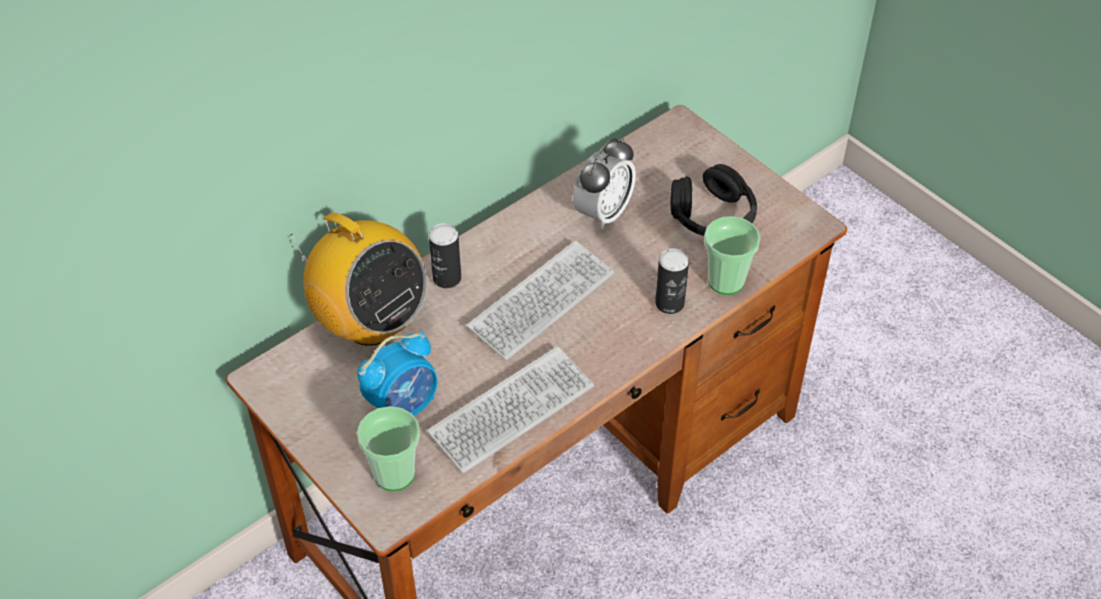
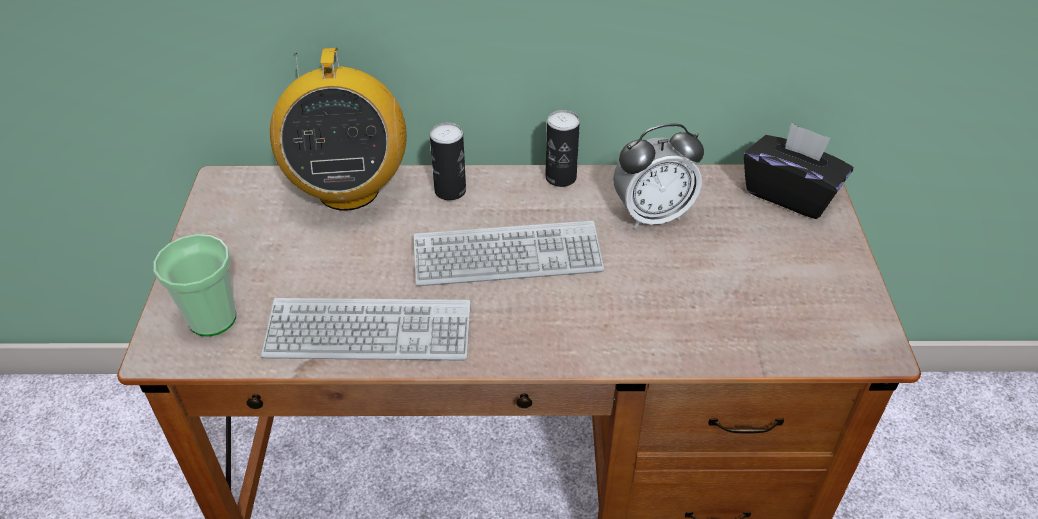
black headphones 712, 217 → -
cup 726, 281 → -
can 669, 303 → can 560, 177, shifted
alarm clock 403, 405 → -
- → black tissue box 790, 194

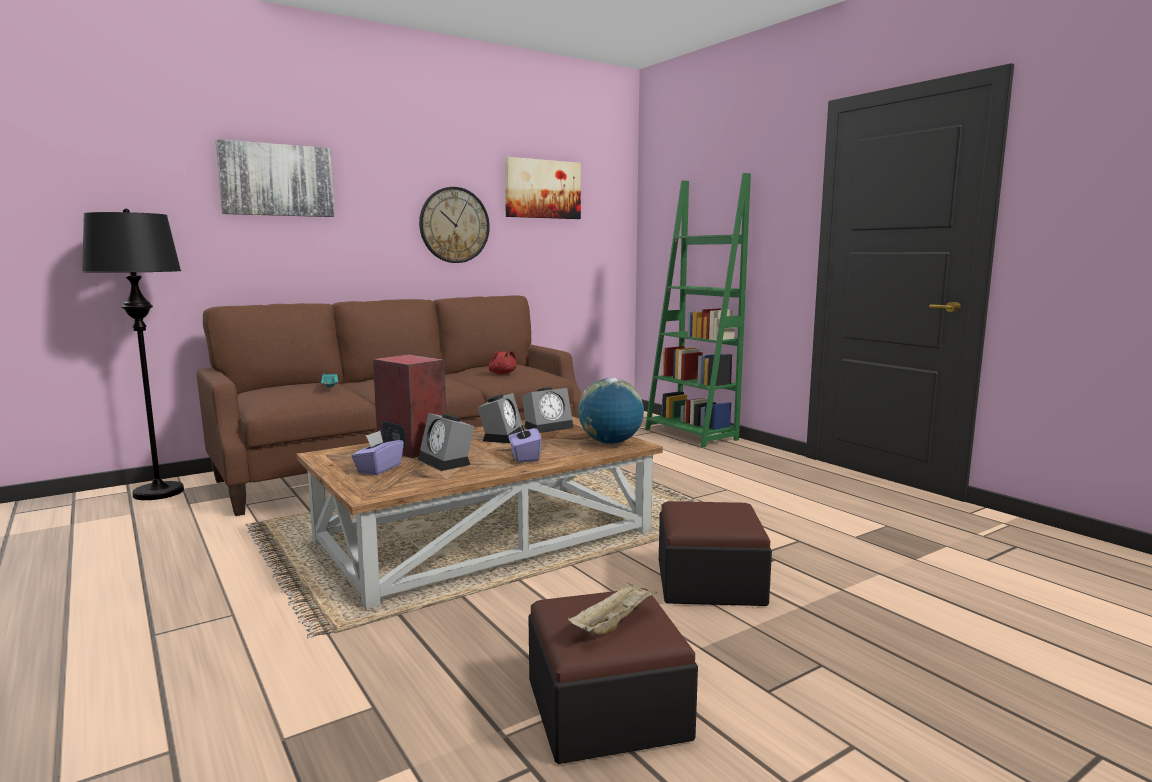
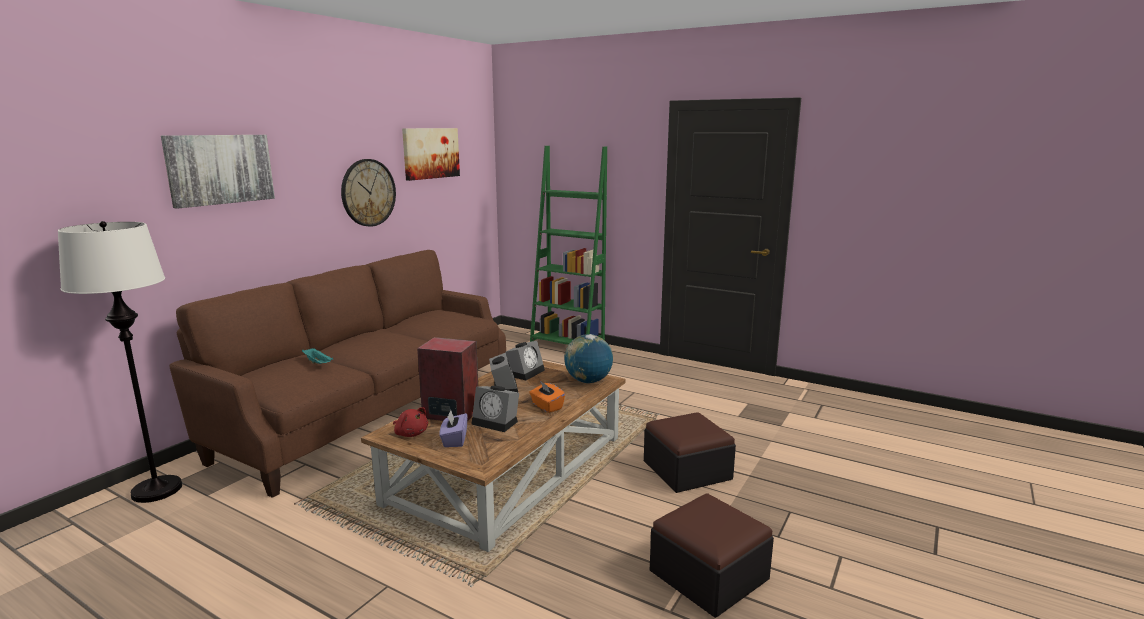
black floor lamp 159, 492 → white floor lamp 157, 490
red plush toy 502, 373 → red plush toy 411, 433, shifted
purple tissue box 524, 457 → orange tissue box 547, 407
beige tray 613, 623 → -

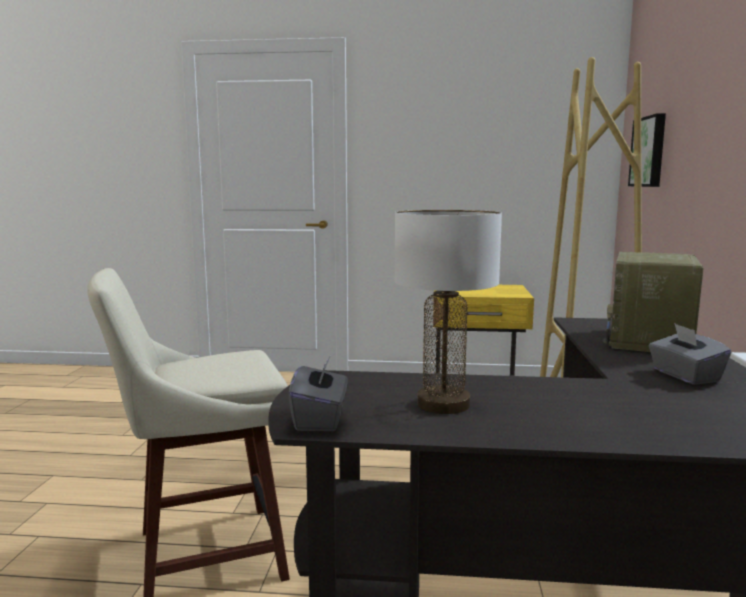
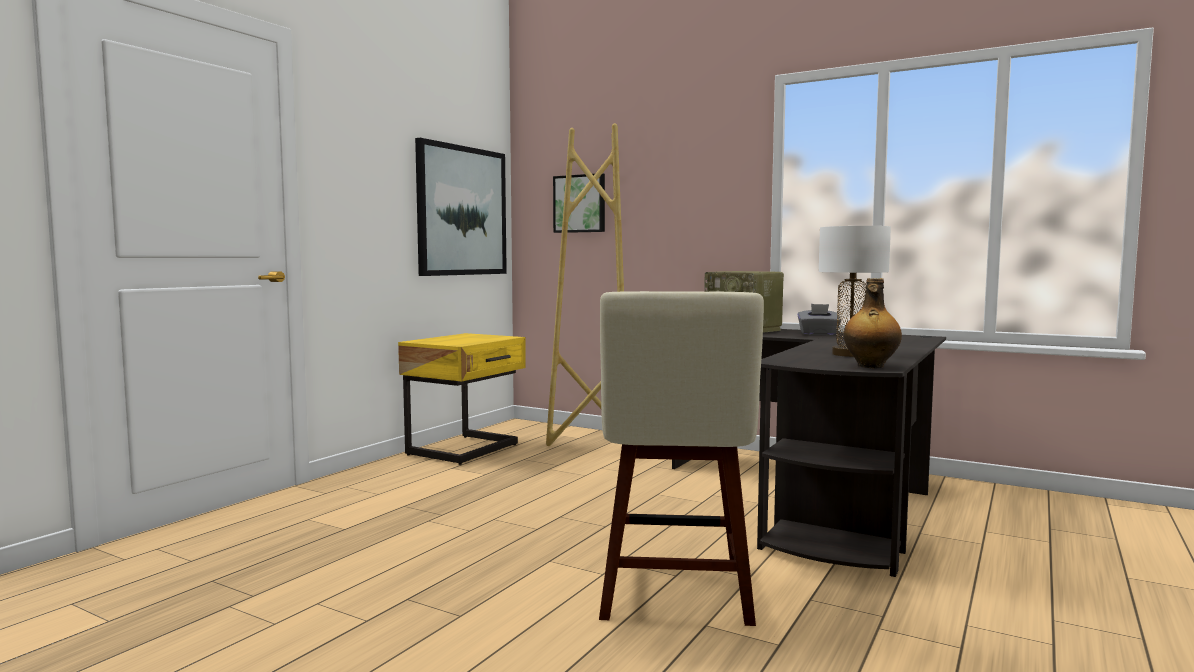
grey tissue box 320, 419 → bottle 870, 366
- → picture 462, 211

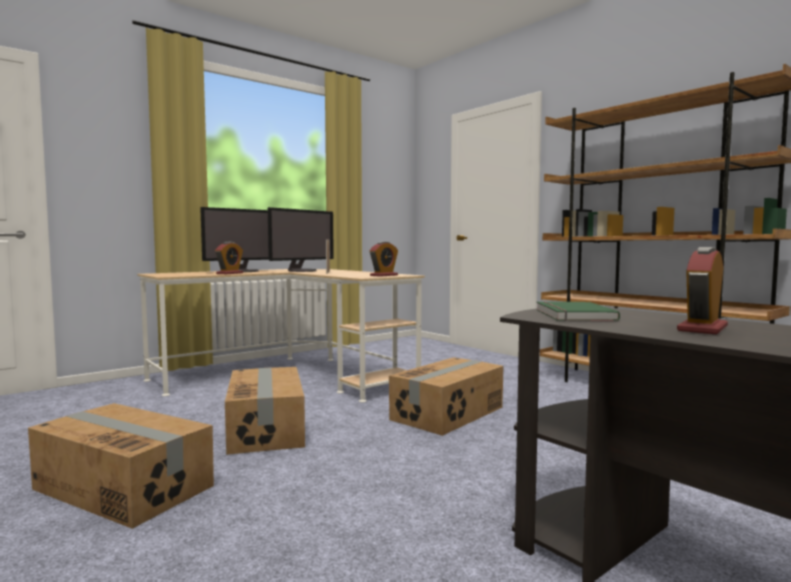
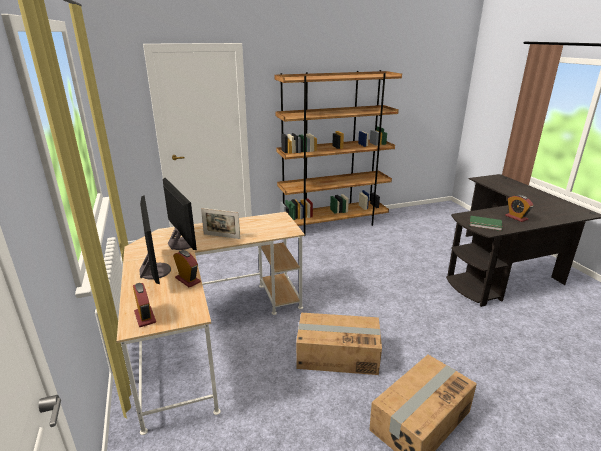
alarm clock 384, 275 → alarm clock 145, 317, shifted
cardboard box 448, 413 → -

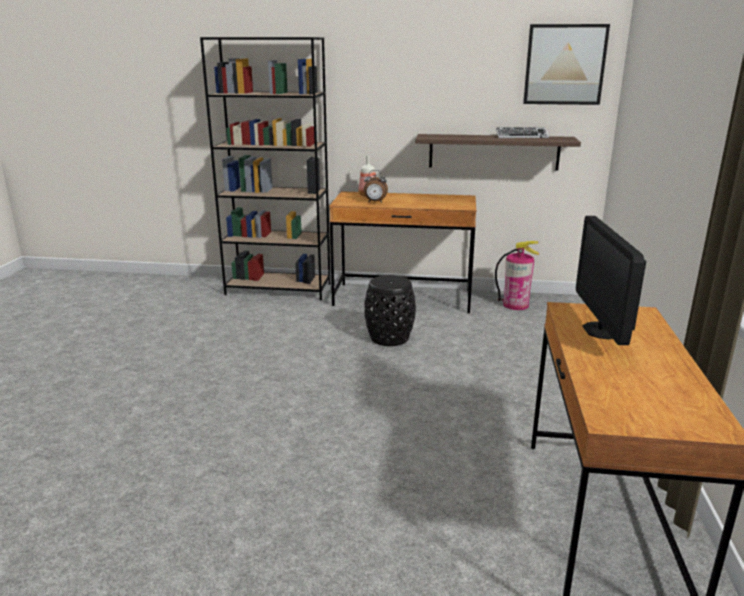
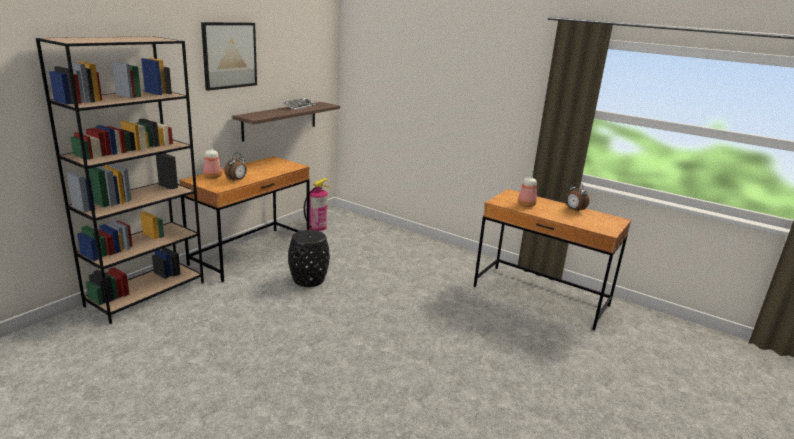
picture 565, 65 → picture 229, 55, shifted
monitor 601, 330 → bottle 526, 205
- → alarm clock 574, 210

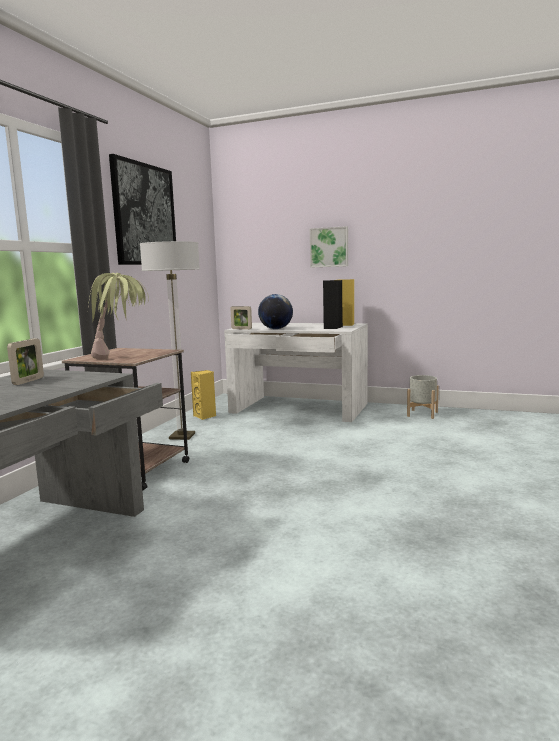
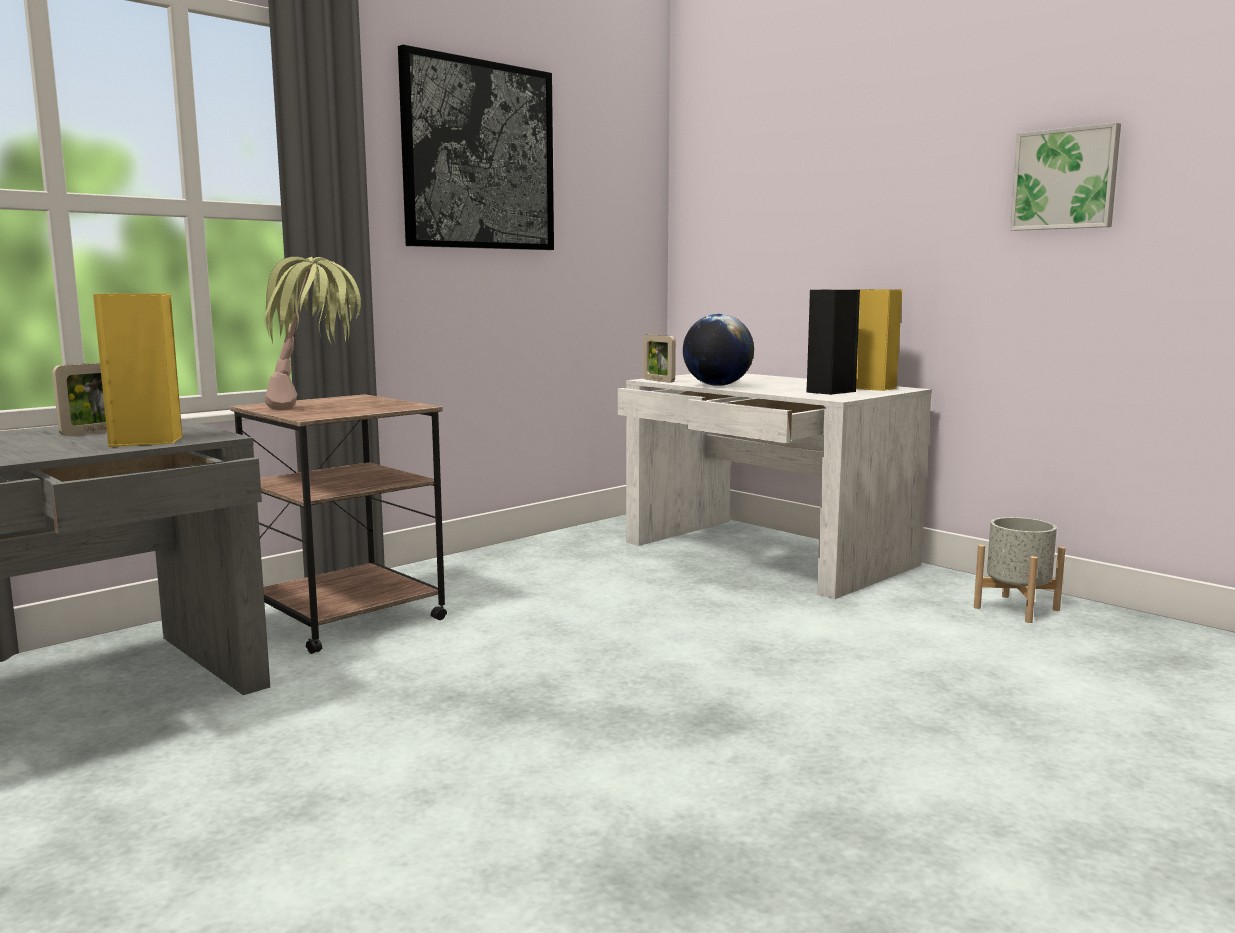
picture 329, 247 → picture 1065, 179, shifted
floor lamp 182, 436 → -
yellow speaker 205, 416 → yellow speaker 147, 441, shifted

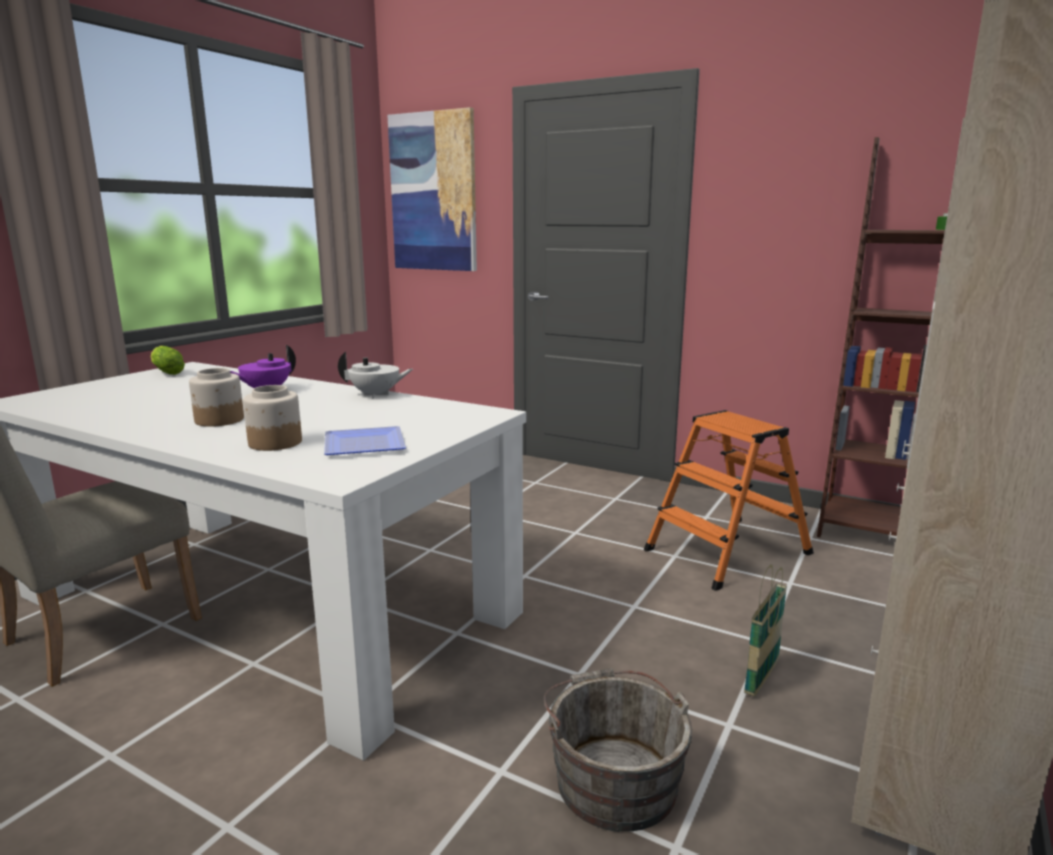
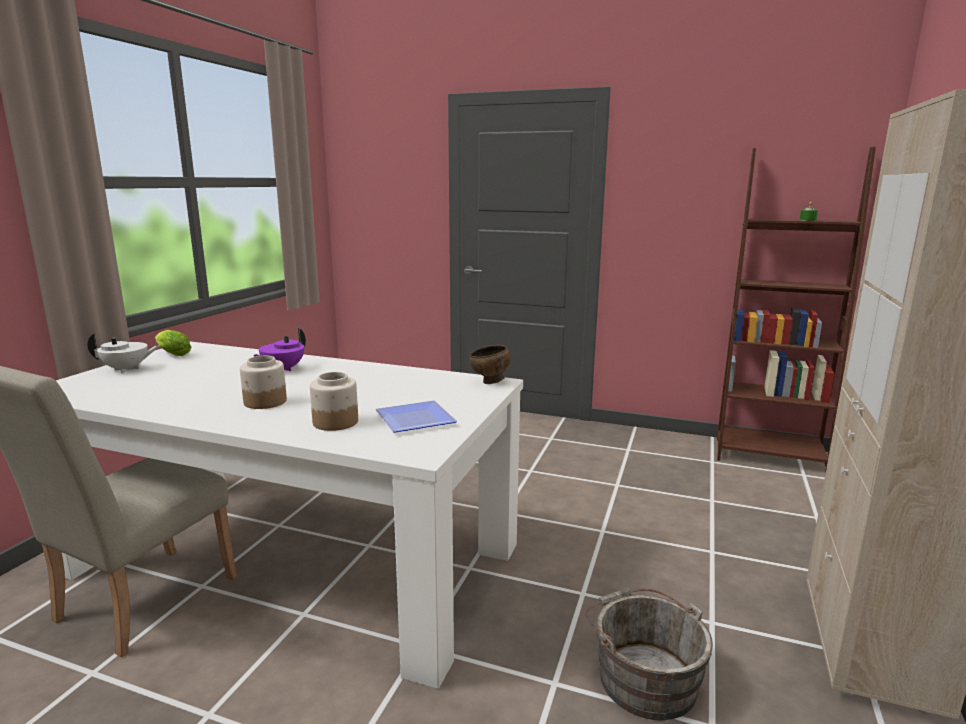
picture 434, 192 → -
white teapot 376, 395 → white teapot 127, 369, shifted
orange step ladder 728, 551 → -
basket 761, 678 → -
- → brown bowl 490, 382

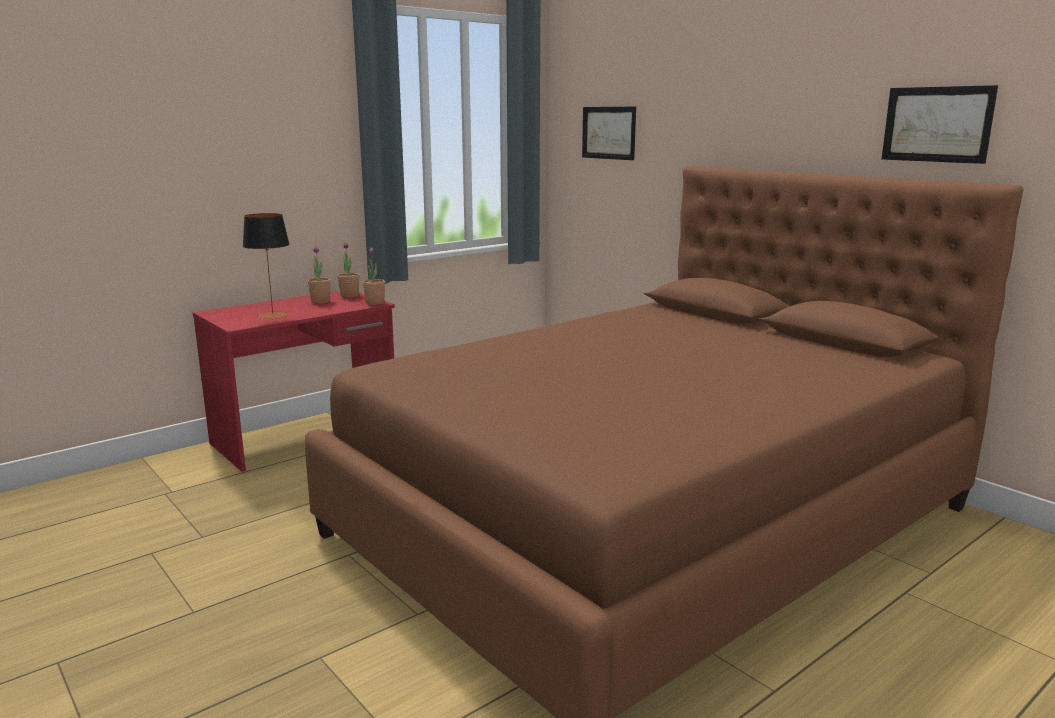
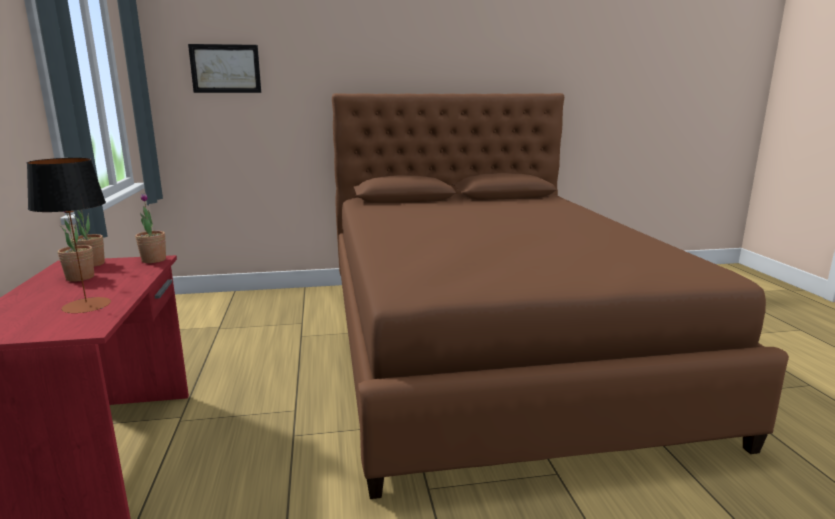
picture 937, 124 → -

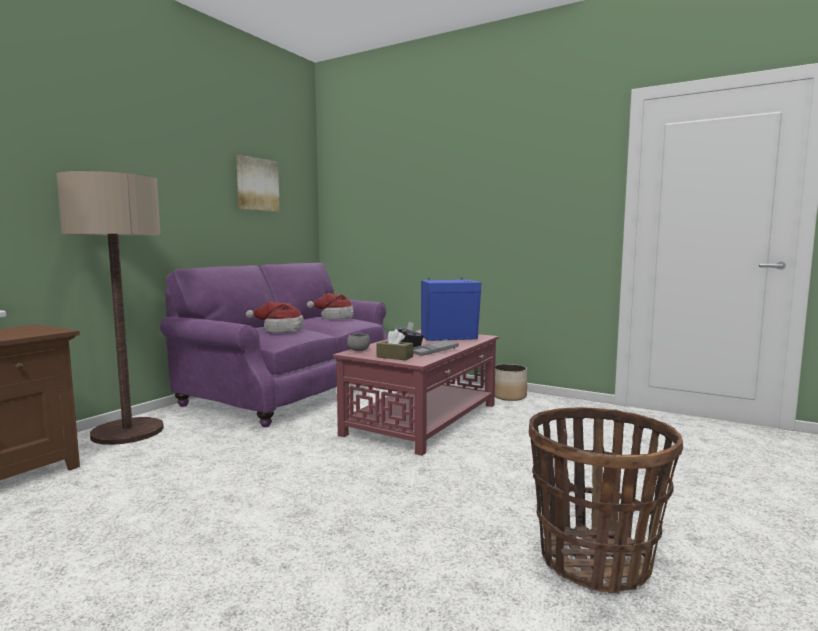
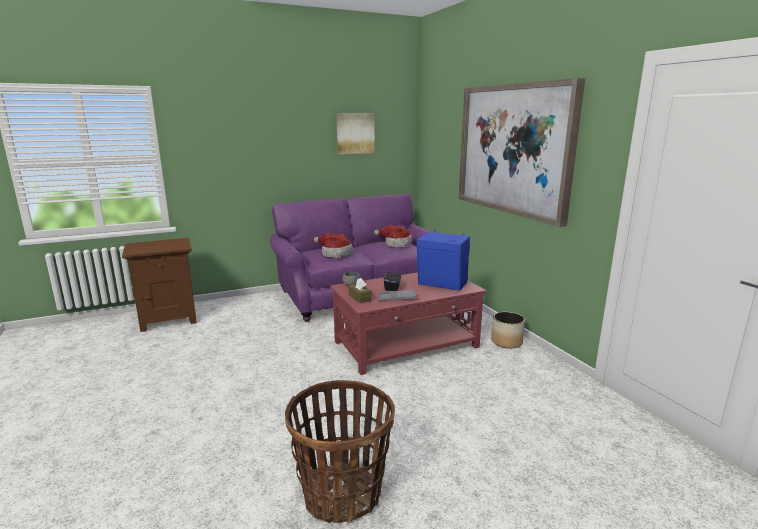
floor lamp 128, 432 → -
- → picture 513, 149

